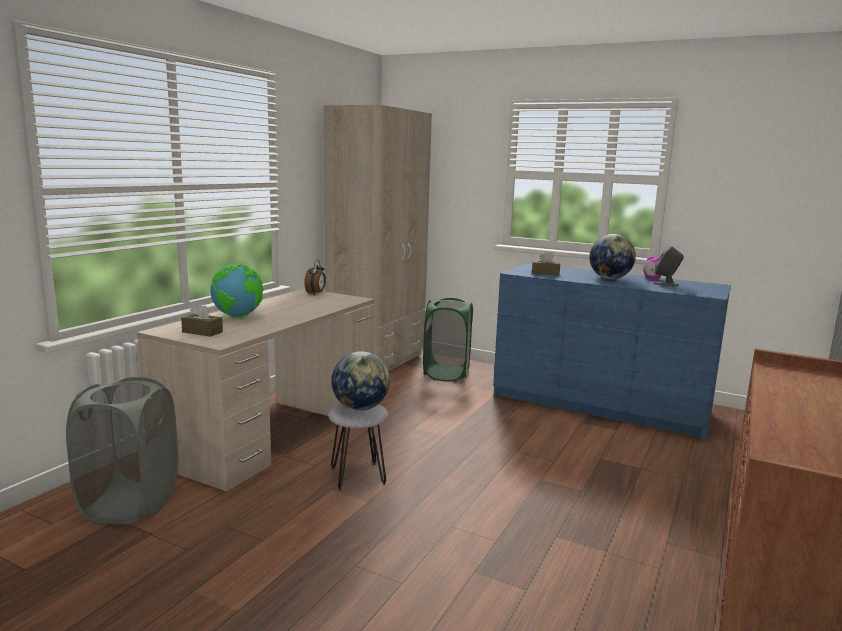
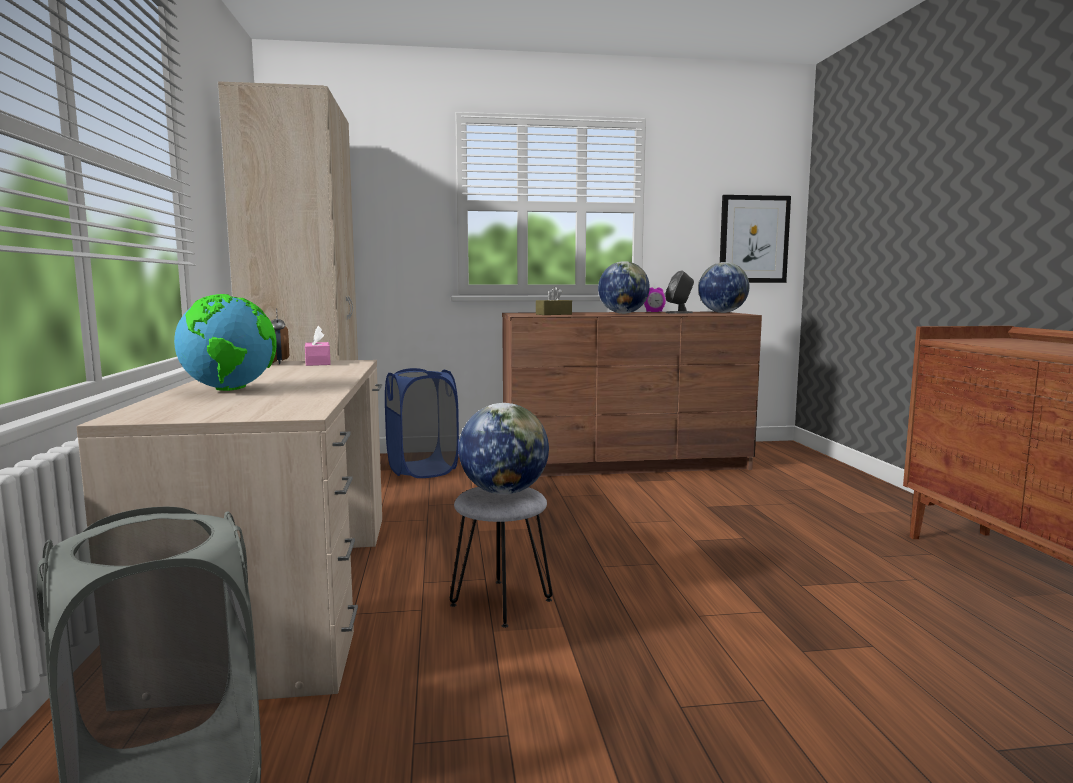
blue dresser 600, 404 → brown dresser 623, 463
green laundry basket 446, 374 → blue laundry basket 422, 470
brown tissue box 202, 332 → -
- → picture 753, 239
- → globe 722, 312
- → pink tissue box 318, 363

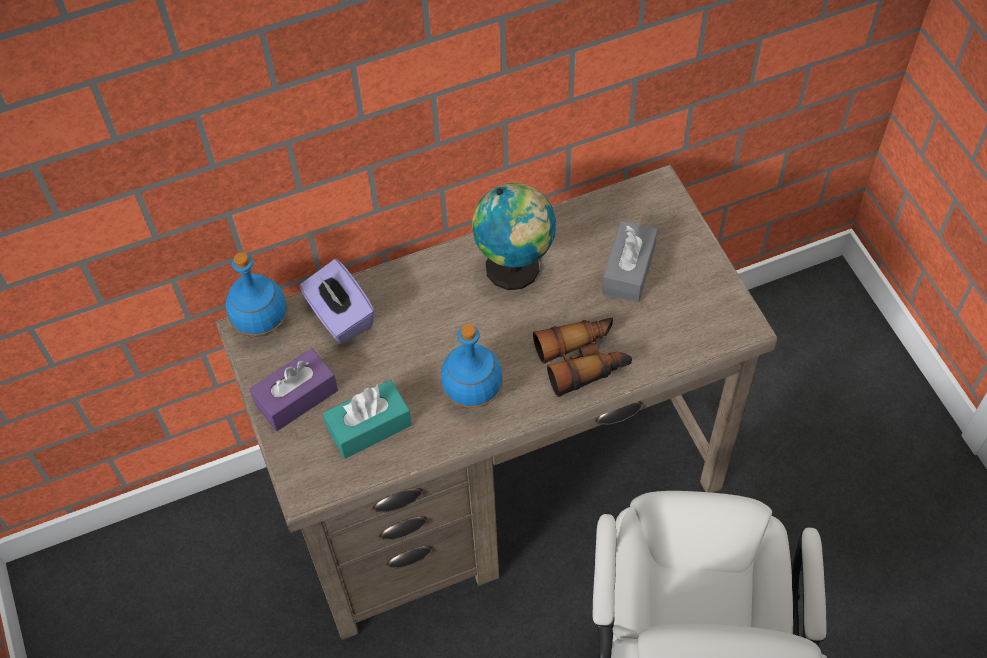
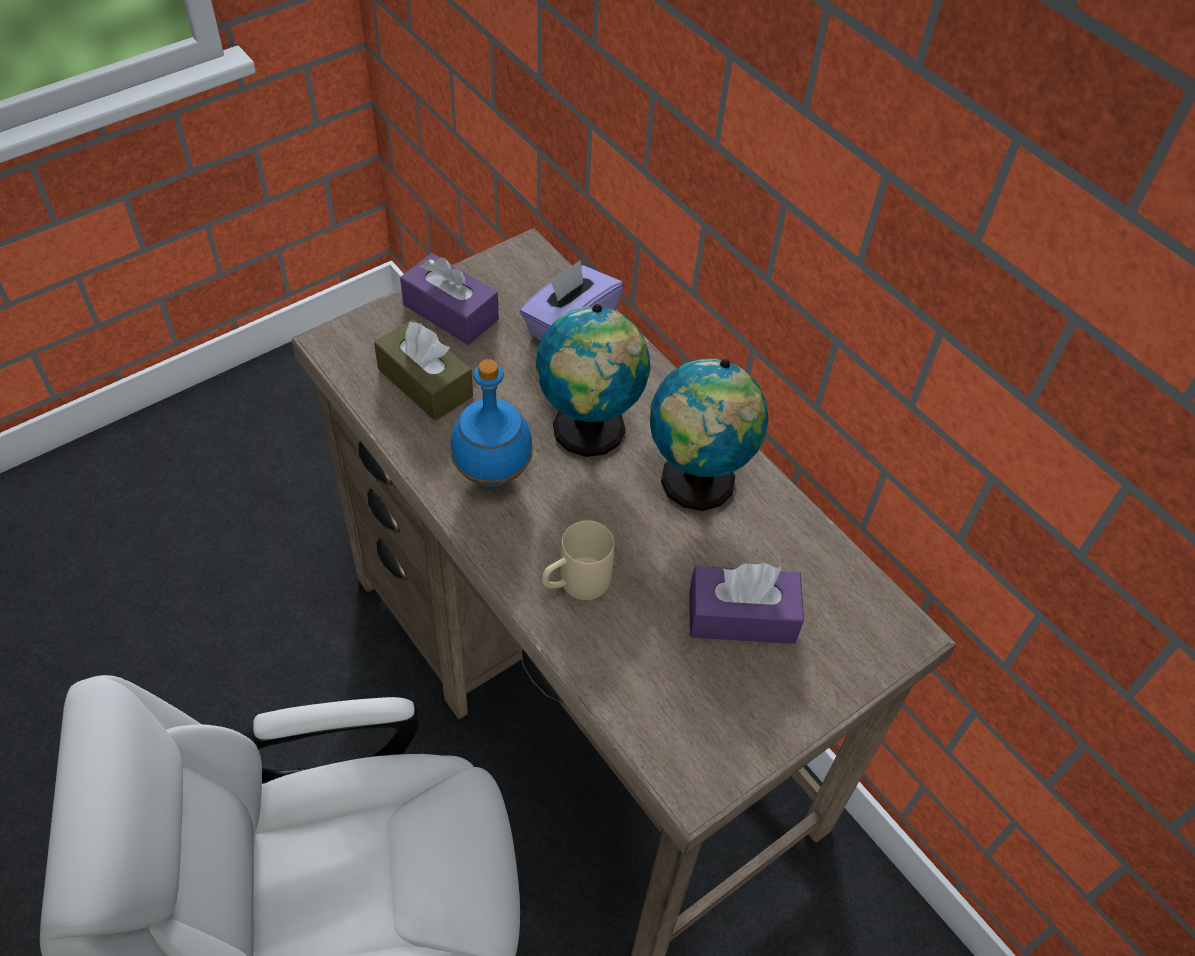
grey tissue box 628, 270 → purple tissue box 741, 616
blue bottle 262, 324 → -
binoculars 583, 360 → beige mug 574, 585
turquoise tissue box 369, 427 → brown tissue box 425, 383
- → globe 589, 432

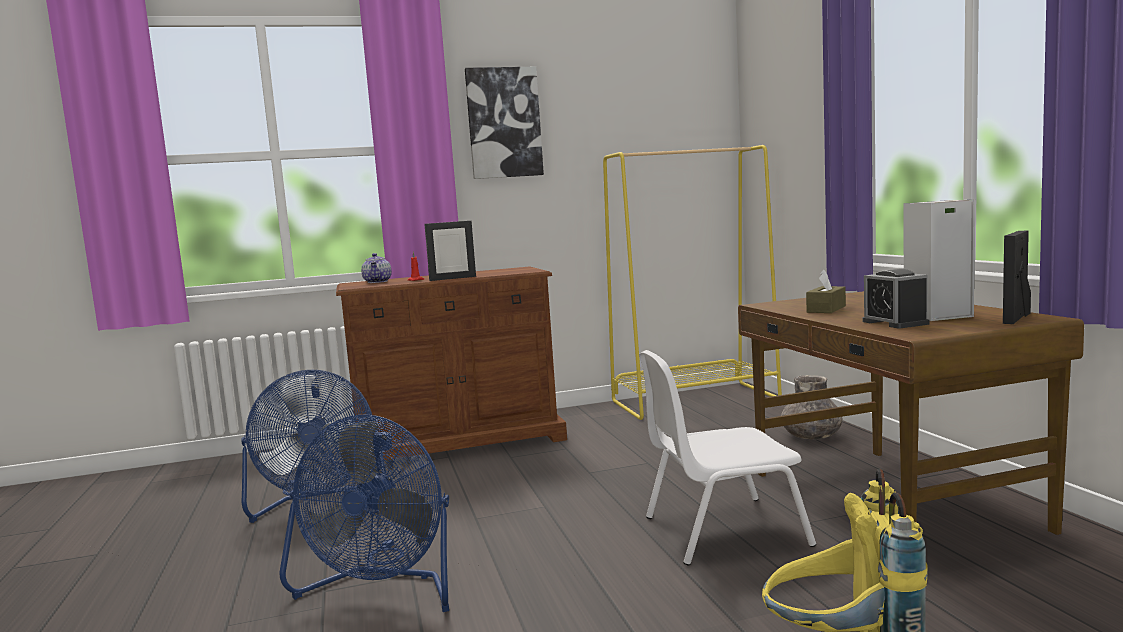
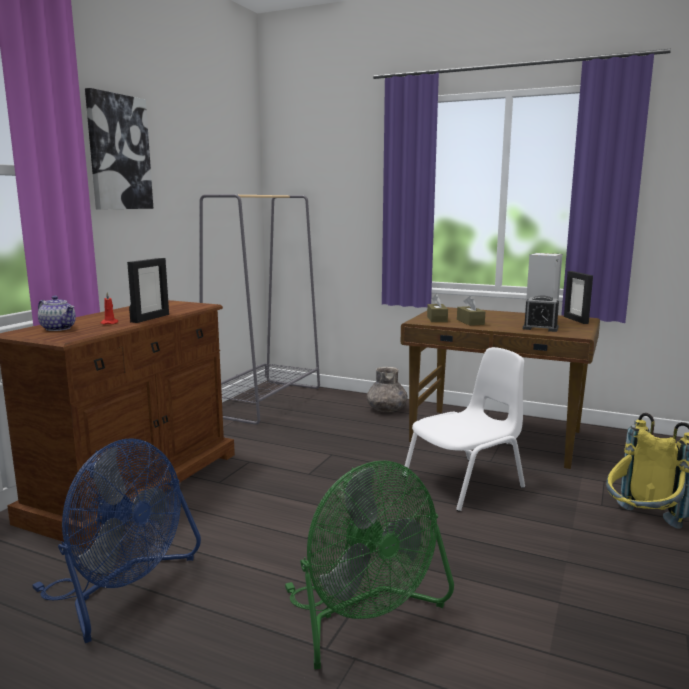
yellow clothes rack 694, 401 → grey clothes rack 263, 401
white chair 722, 530 → white chair 465, 482, 150 degrees counterclockwise
blue fan 380, 586 → green fan 359, 619
- → brown tissue box 437, 319

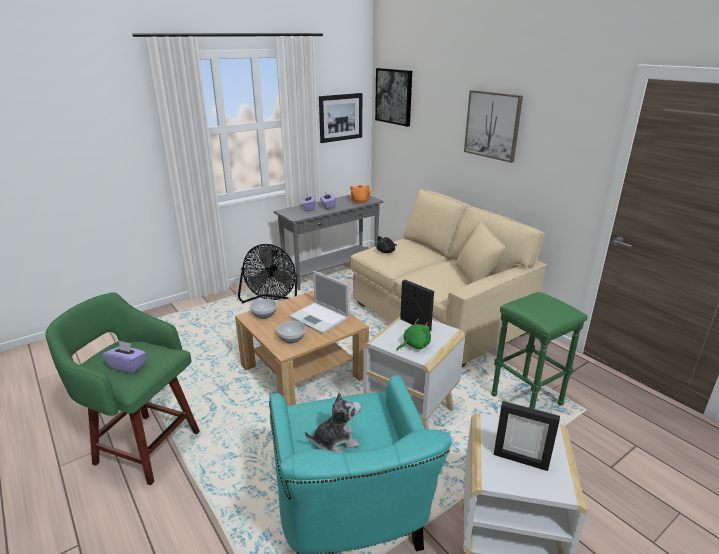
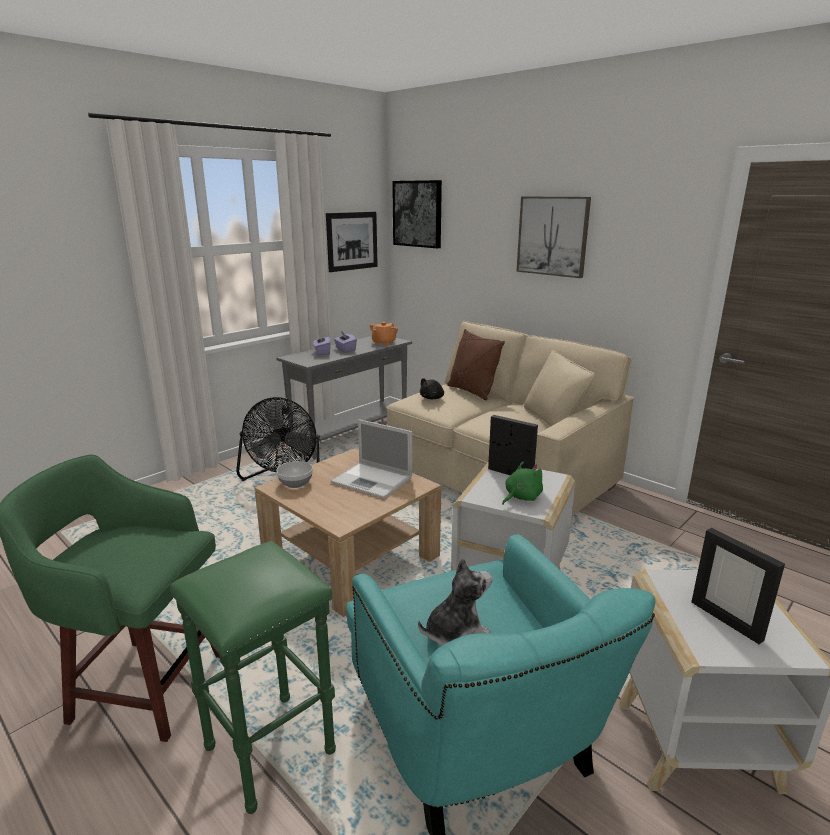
green stool 528, 400 → green stool 273, 749, shifted
bowl 292, 338 → -
purple tissue box 128, 366 → -
picture frame 520, 459 → picture frame 727, 620, 45 degrees clockwise
- → brown pillow 472, 392

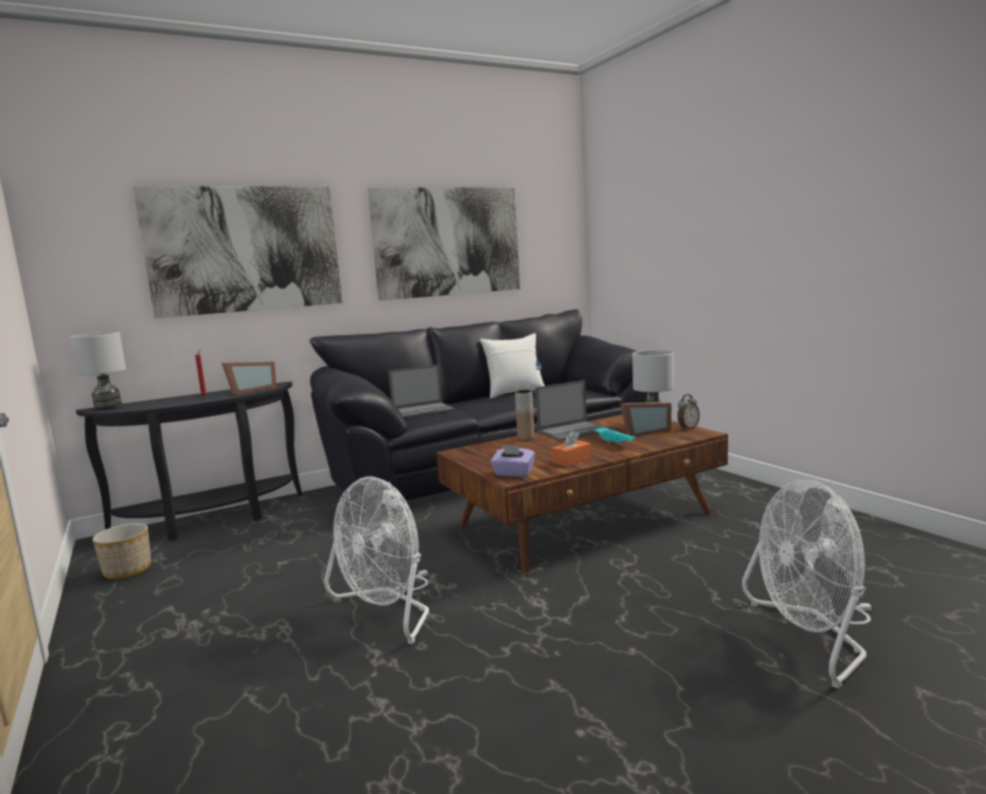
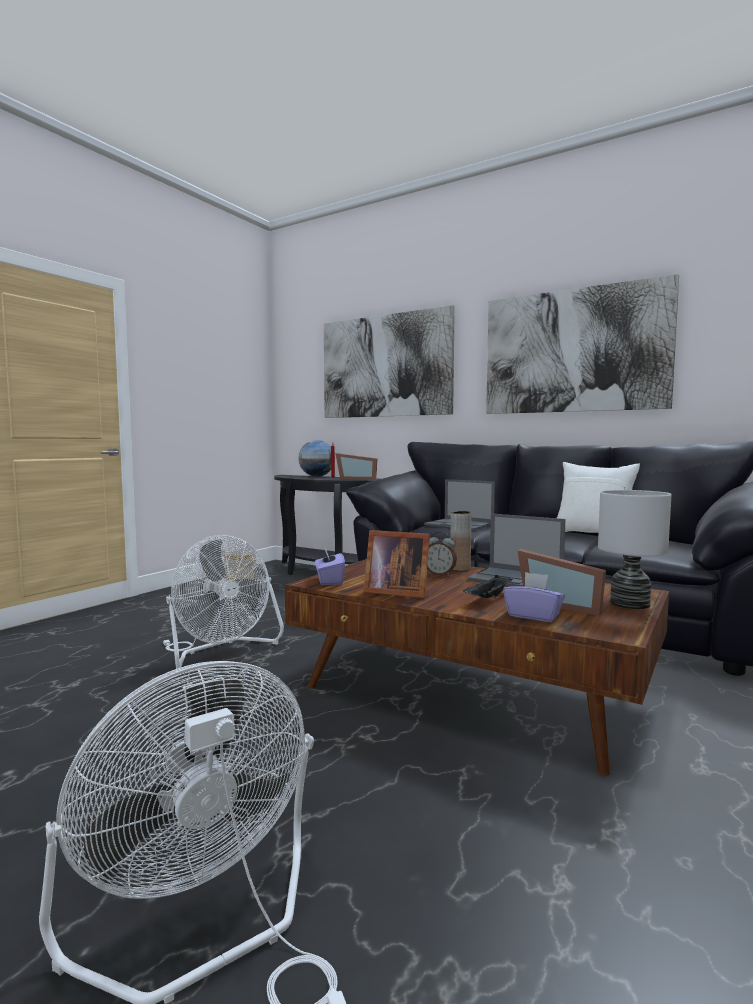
grey table lamp 108, 407 → -
alarm clock 687, 428 → alarm clock 440, 574, shifted
turquoise tray 615, 443 → black tray 489, 599
orange tissue box 571, 460 → picture frame 395, 592
white fan 390, 607 → white fan 215, 652, 150 degrees counterclockwise
- → globe 317, 476
- → purple tissue box 533, 616

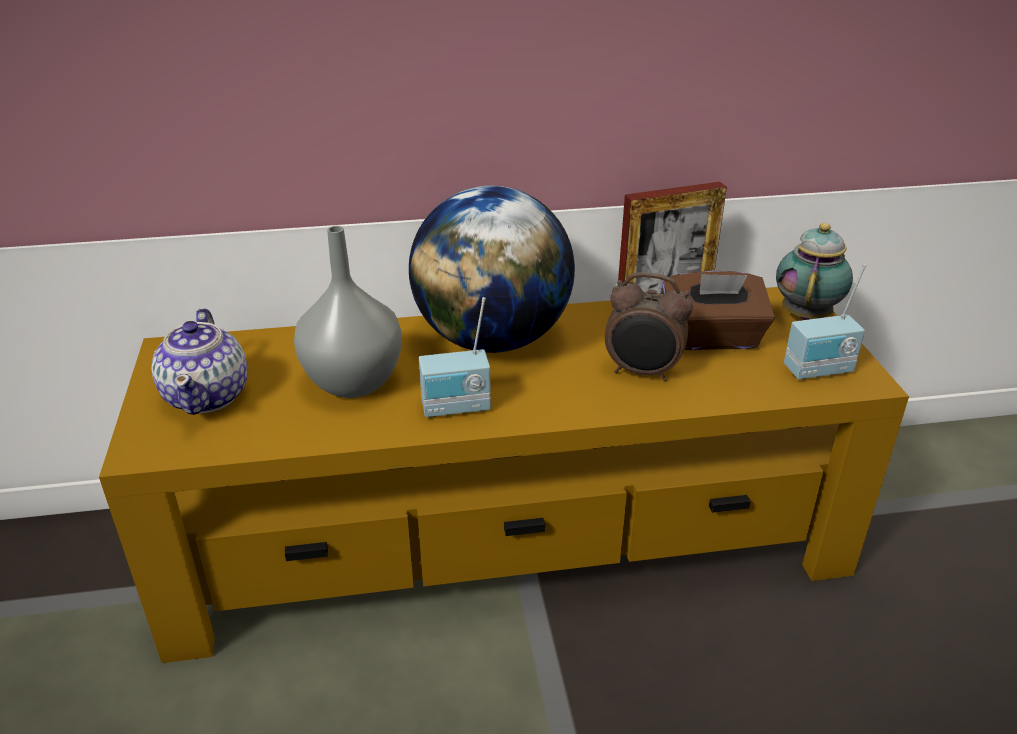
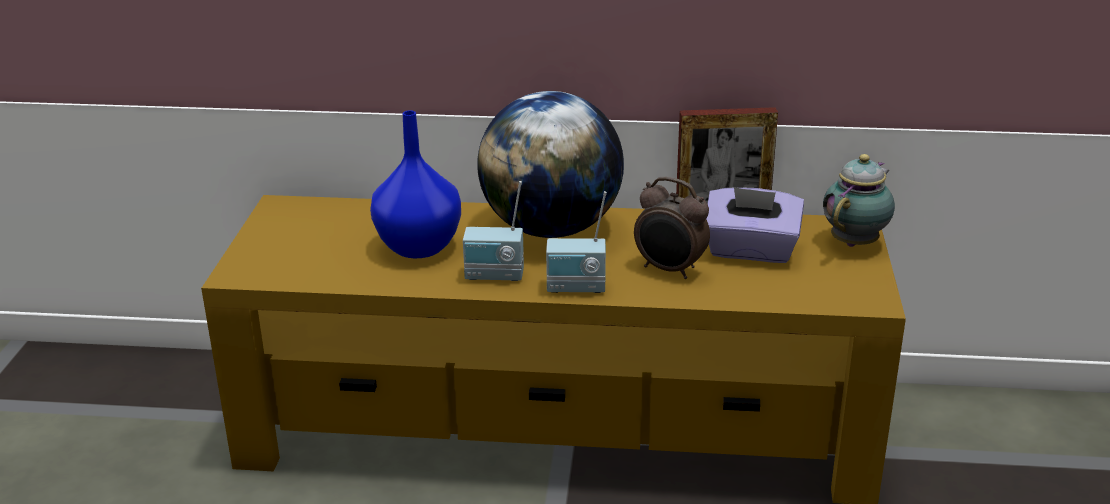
grey vase 354, 380 → blue vase 420, 246
radio 819, 371 → radio 576, 288, shifted
brown tissue box 712, 338 → purple tissue box 750, 251
teapot 208, 395 → -

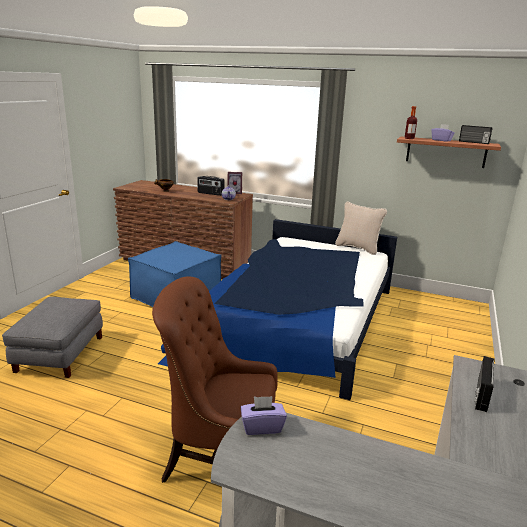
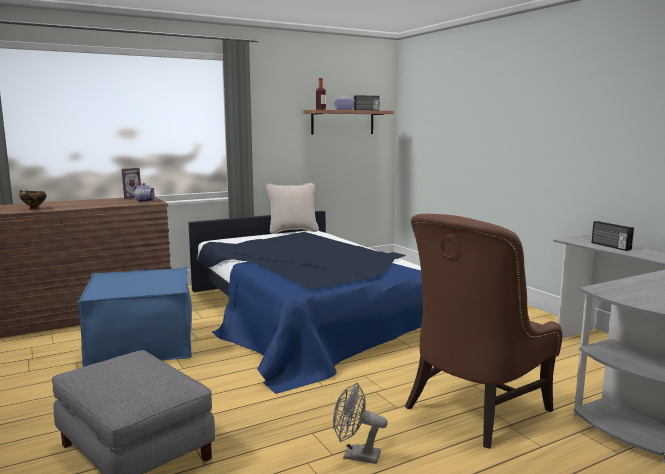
radio 210, 193 → -
purple tissue box 262, 427 → -
- → grey fan 355, 455

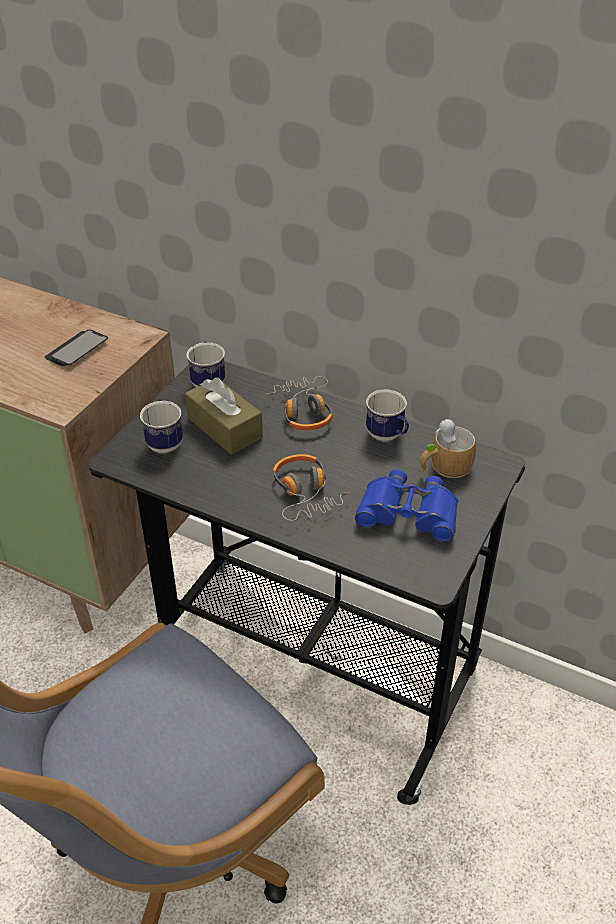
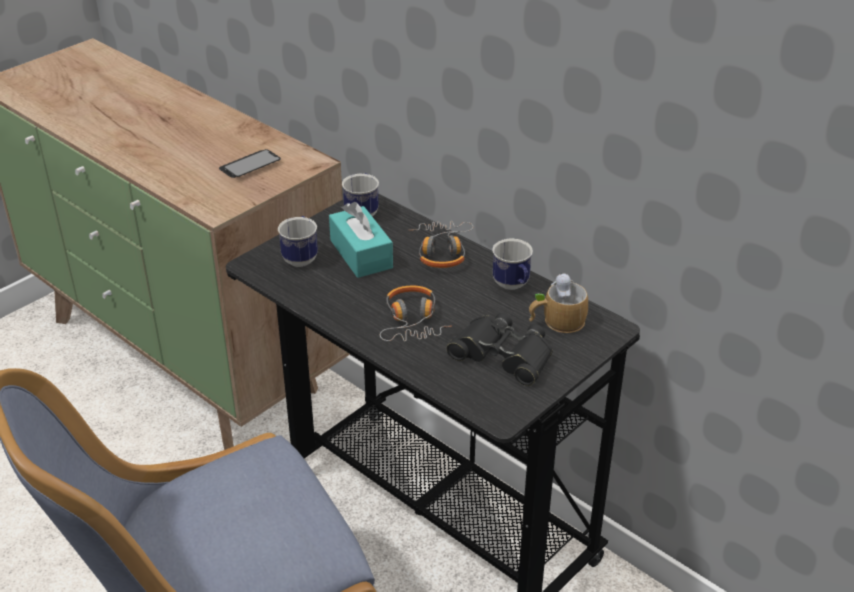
brown tissue box 224, 427 → turquoise tissue box 361, 254
blue binoculars 408, 513 → black binoculars 503, 355

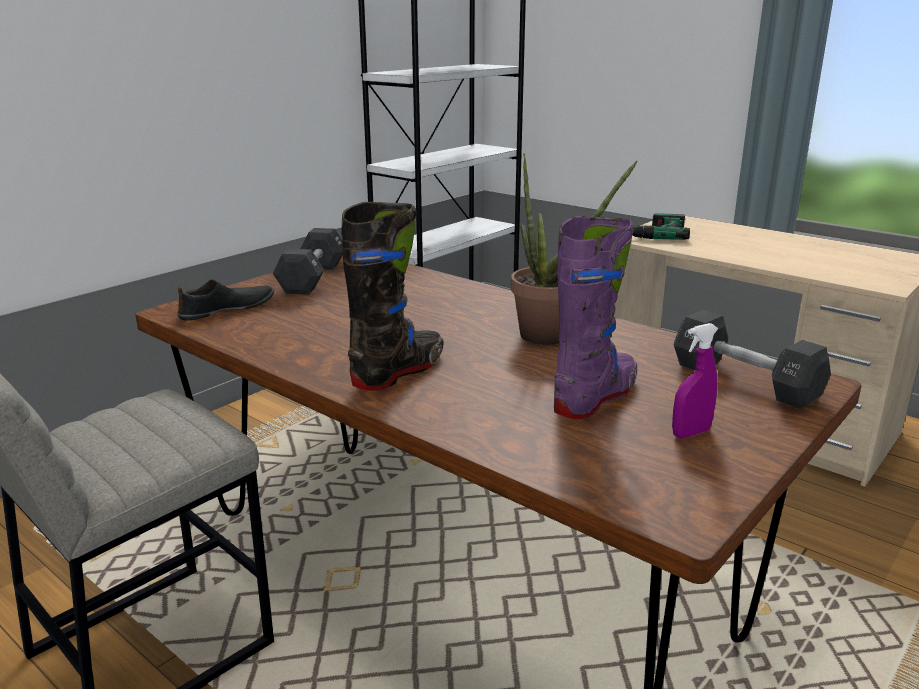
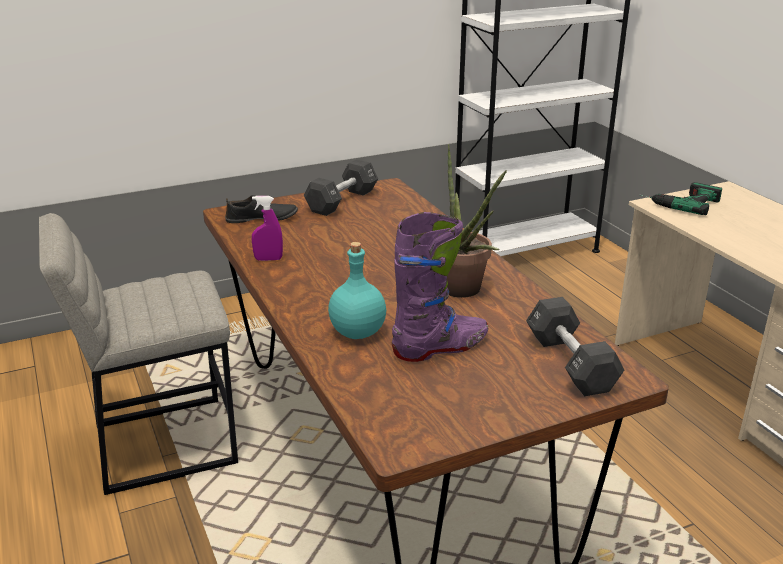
black boot 399, 372 → -
purple spray bottle 691, 433 → purple spray bottle 268, 259, shifted
- → turquoise bottle 357, 332

